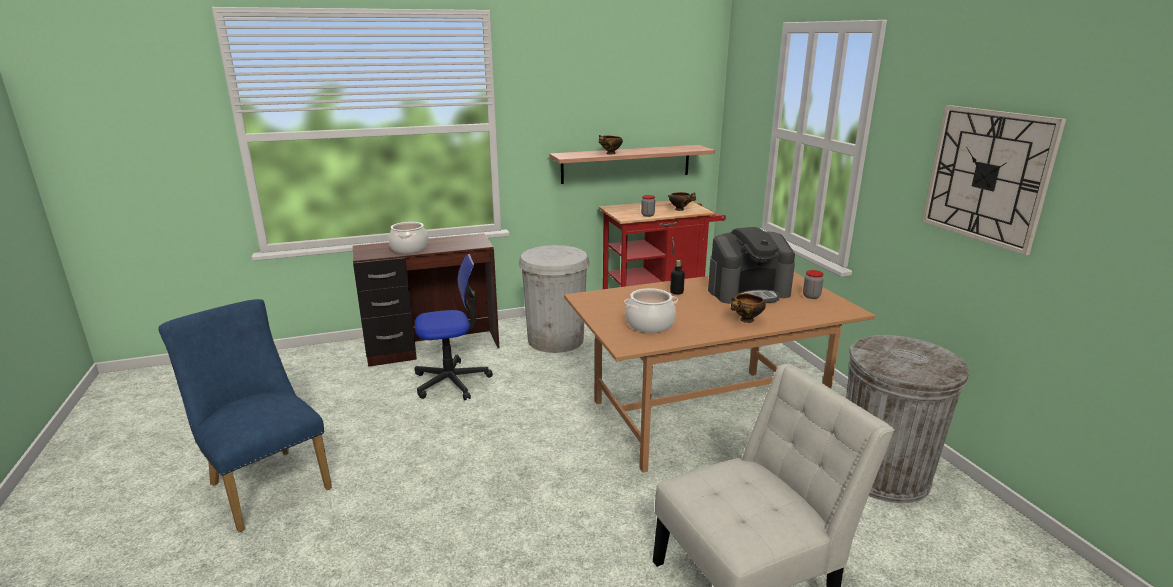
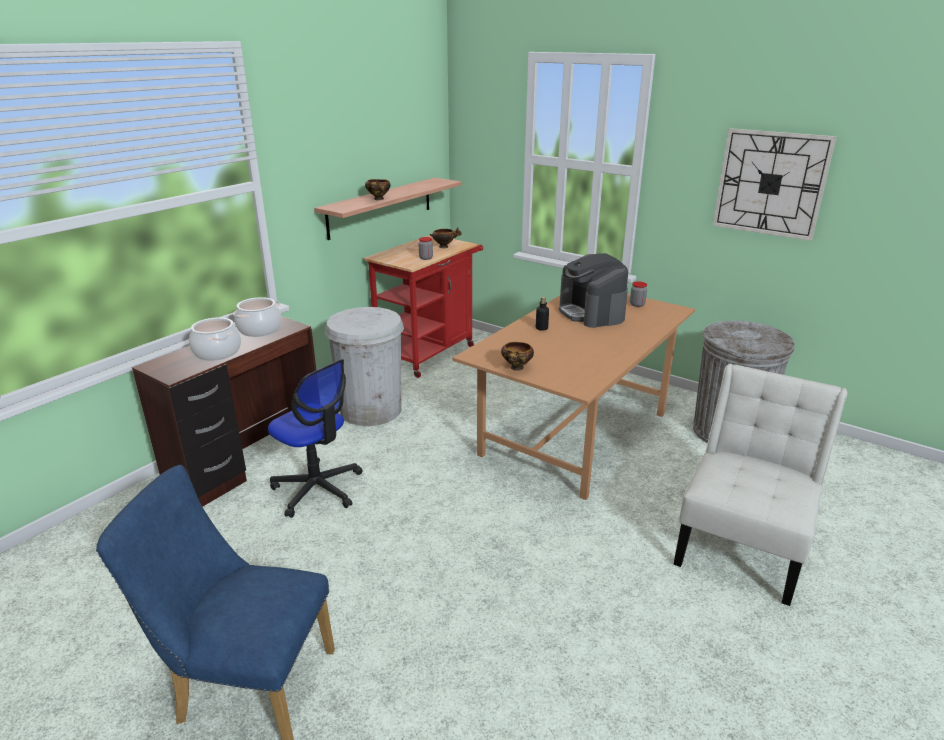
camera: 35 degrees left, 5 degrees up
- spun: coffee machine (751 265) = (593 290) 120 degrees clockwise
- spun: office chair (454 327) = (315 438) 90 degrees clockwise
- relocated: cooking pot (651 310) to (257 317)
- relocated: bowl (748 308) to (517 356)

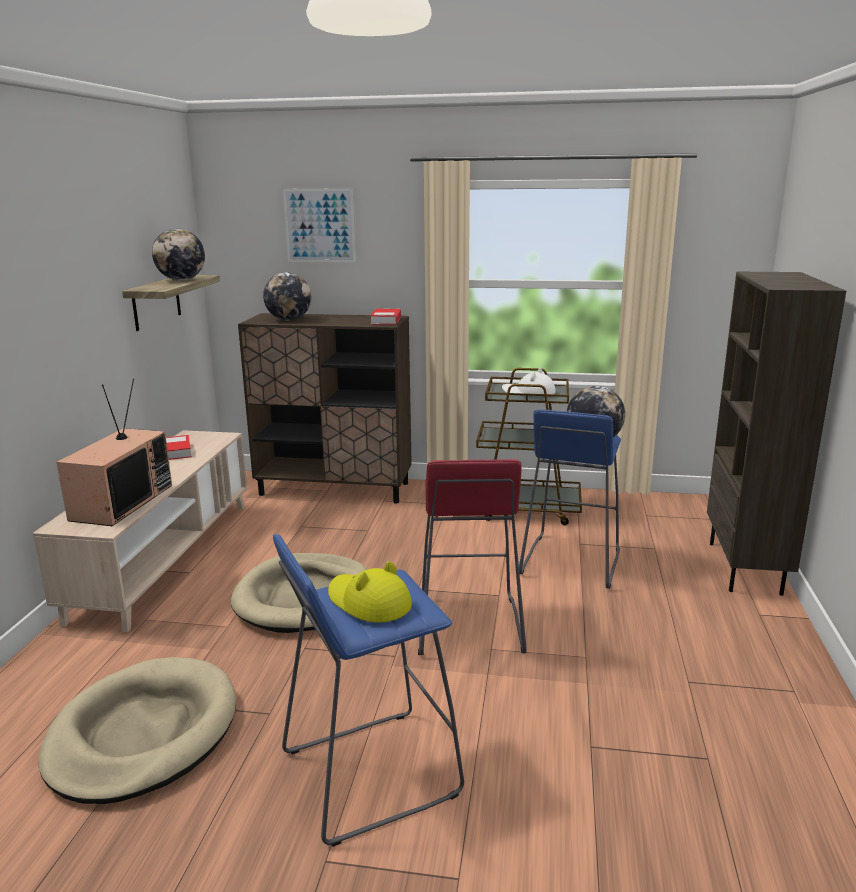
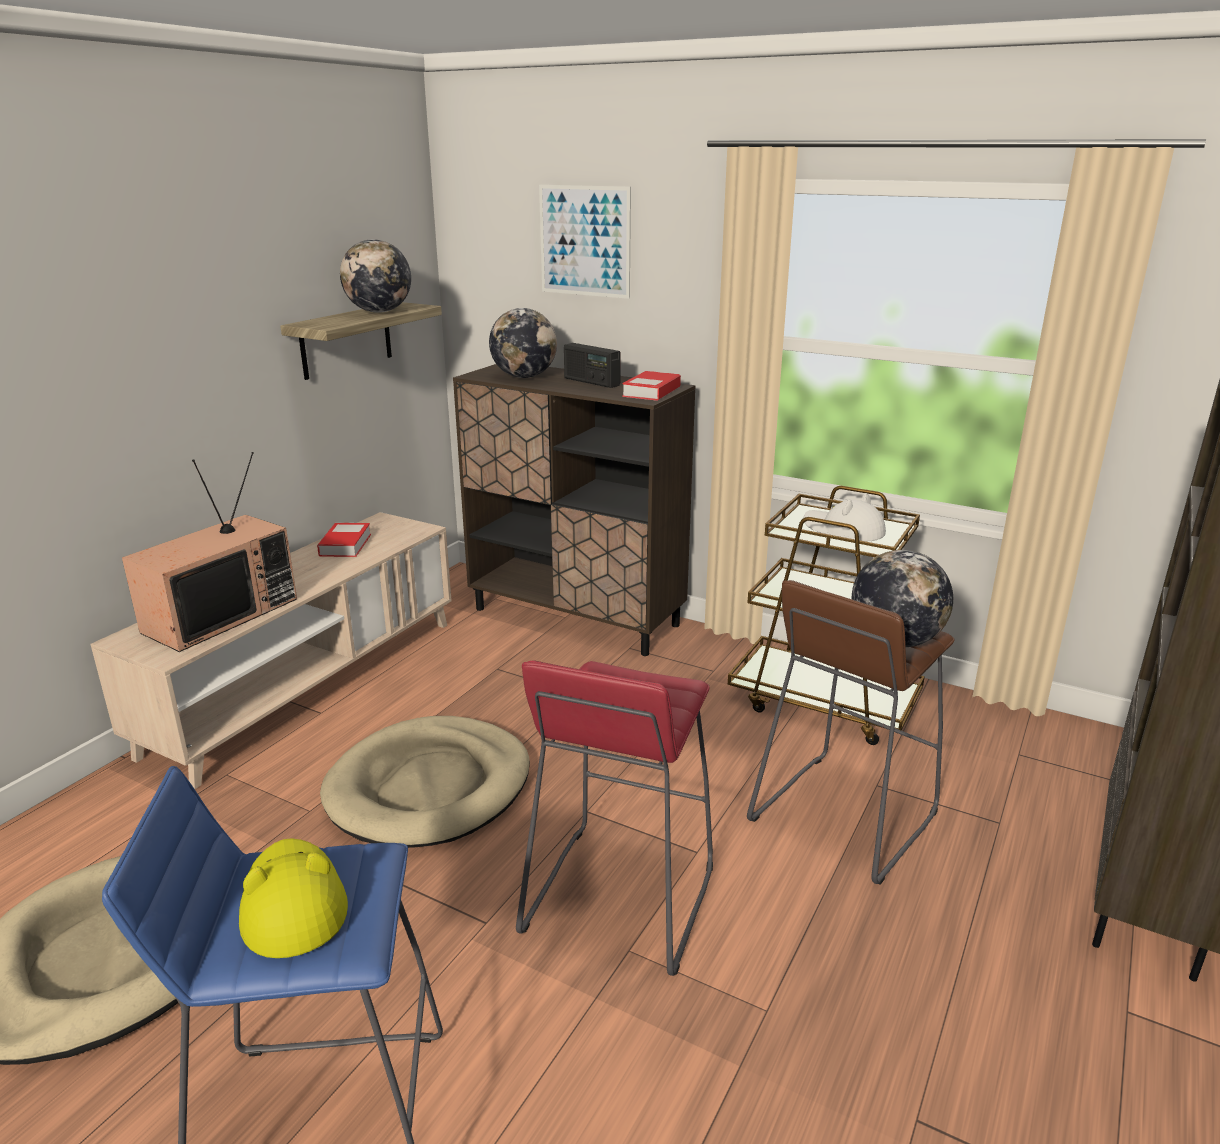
camera: 20 degrees right, 5 degrees up
- colour: stool (blue) (570 499) to stool (brown) (851 732)
- appeared: radio (592 365)

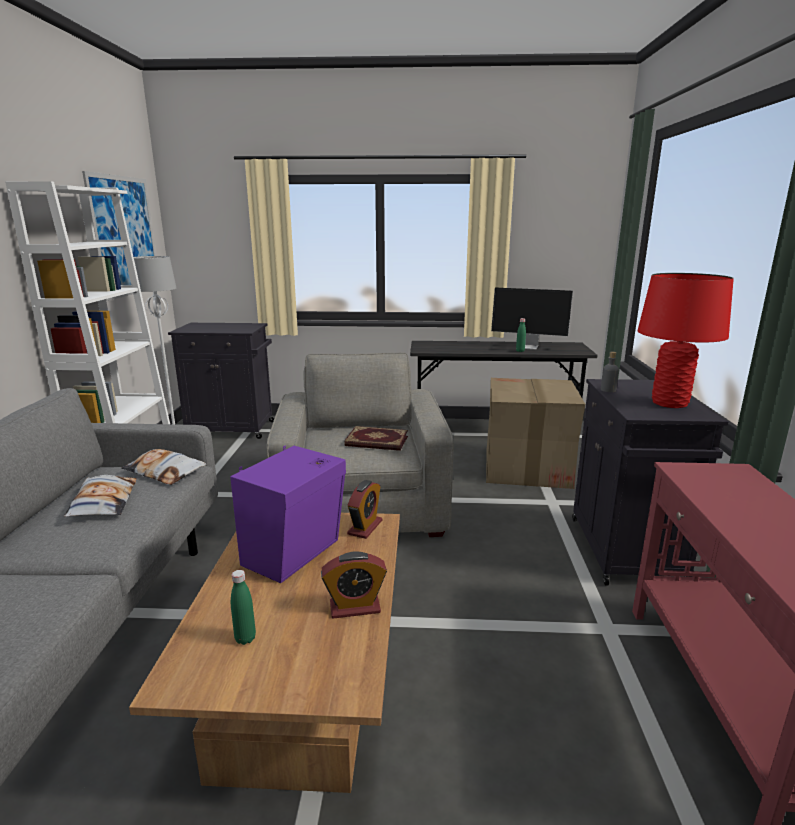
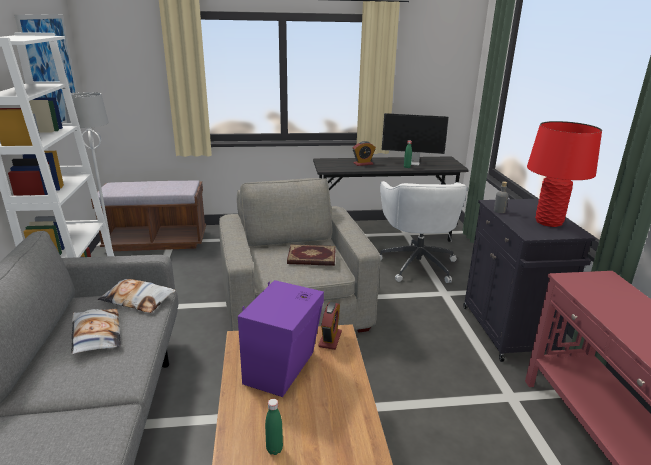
camera: 10 degrees left, 5 degrees up
- exchanged: cabinet (black) (221 381) to bench (brown) (148 215)
- exchanged: cardboard box (535 433) to office chair (white) (423 232)
- relocated: alarm clock (354 585) to (364 153)

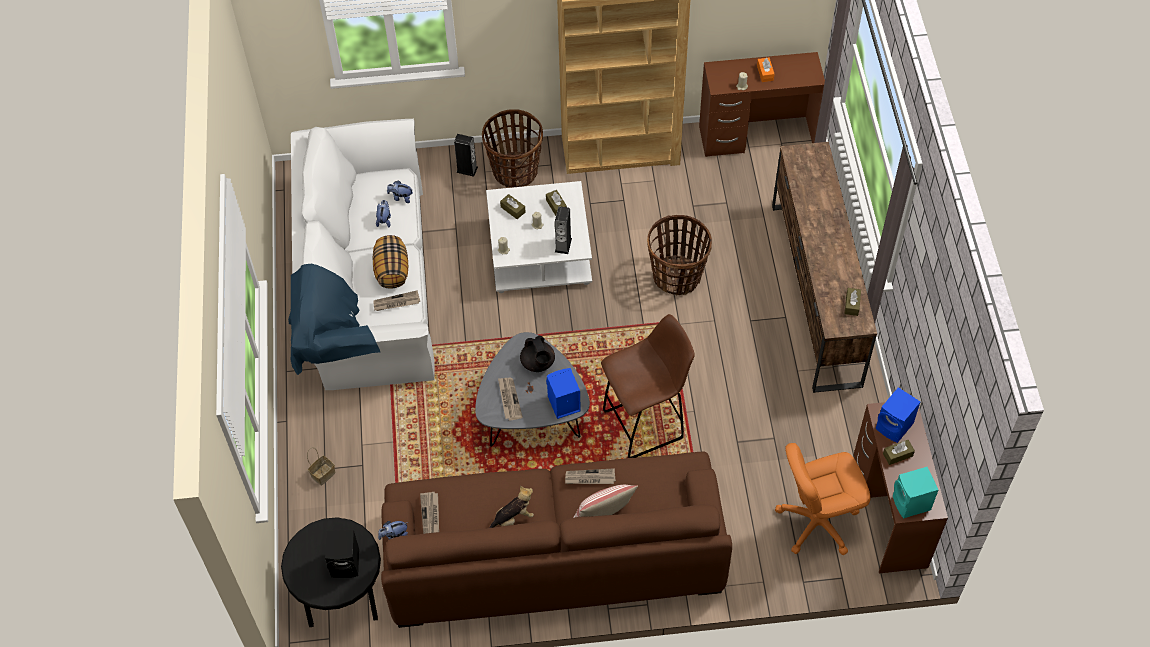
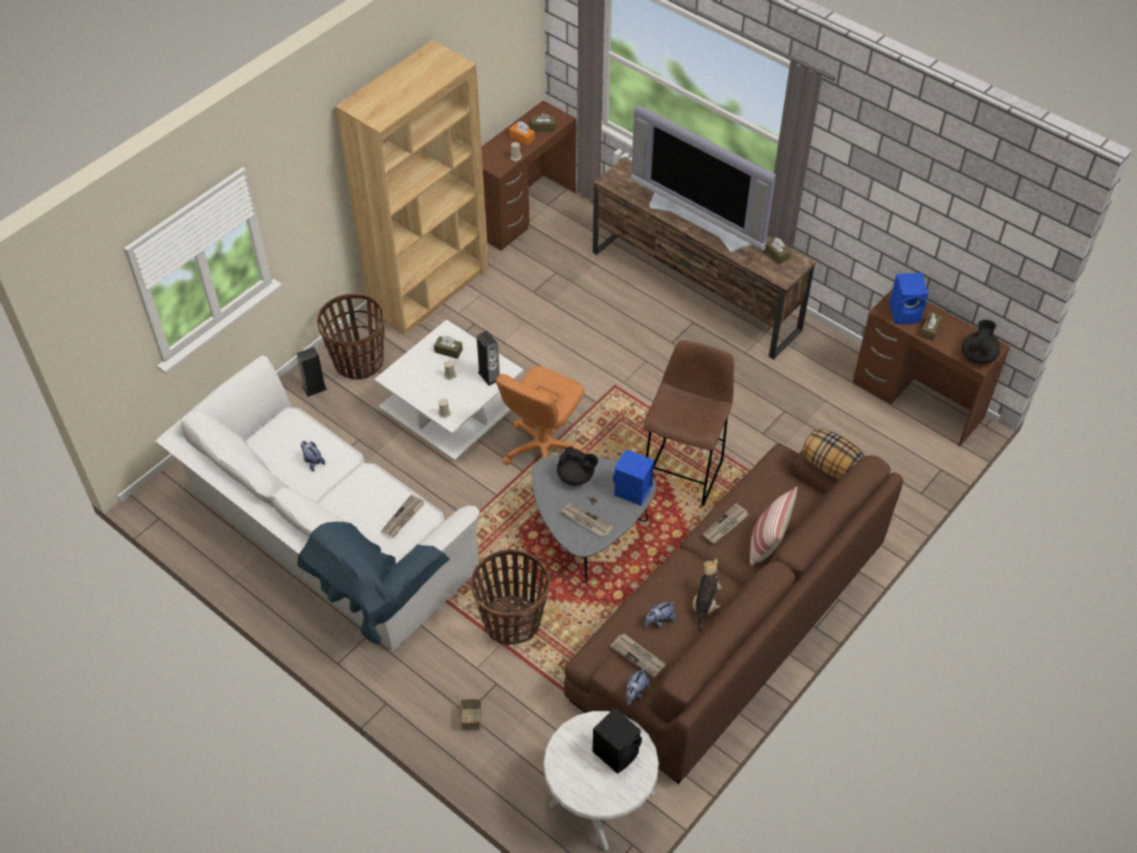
camera: 45 degrees left, 5 degrees down
- relocated: plush toy (400 192) to (660 615)
- relocated: tissue box (brown) (513 206) to (543 122)
- relocated: basket (679 255) to (510 597)
- relocated: pillow (390 261) to (833 453)
- relocated: office chair (orange) (823 499) to (541 415)
- exchanged: speaker (turquoise) (915 492) to teapot (black) (981 342)
- colour: side table (black) (331 572) to side table (white) (601 781)
- appeared: television (703 178)

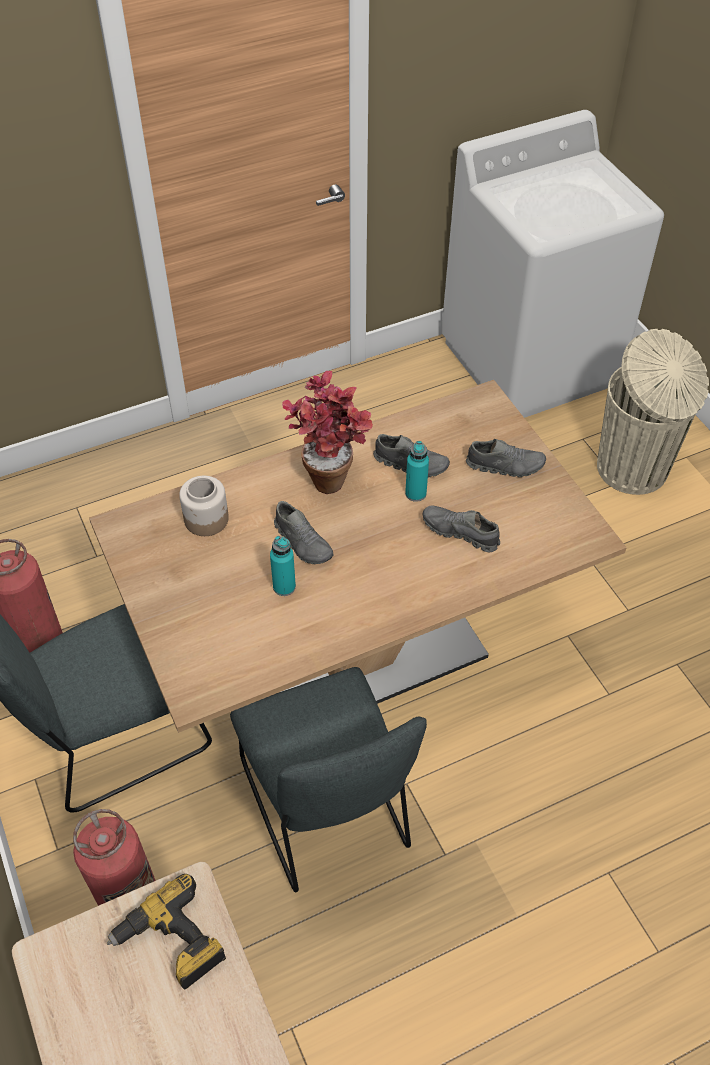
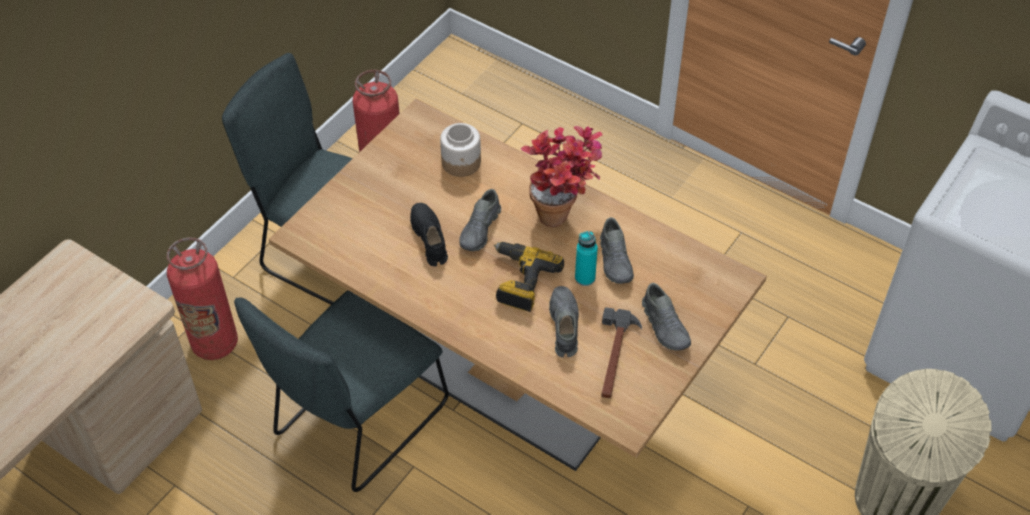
camera: 60 degrees right, 0 degrees up
- exchanged: bottle (turquoise) (283 566) to shoe (black) (429 234)
- relocated: power drill (166 932) to (529 277)
- appeared: hammer (621 353)

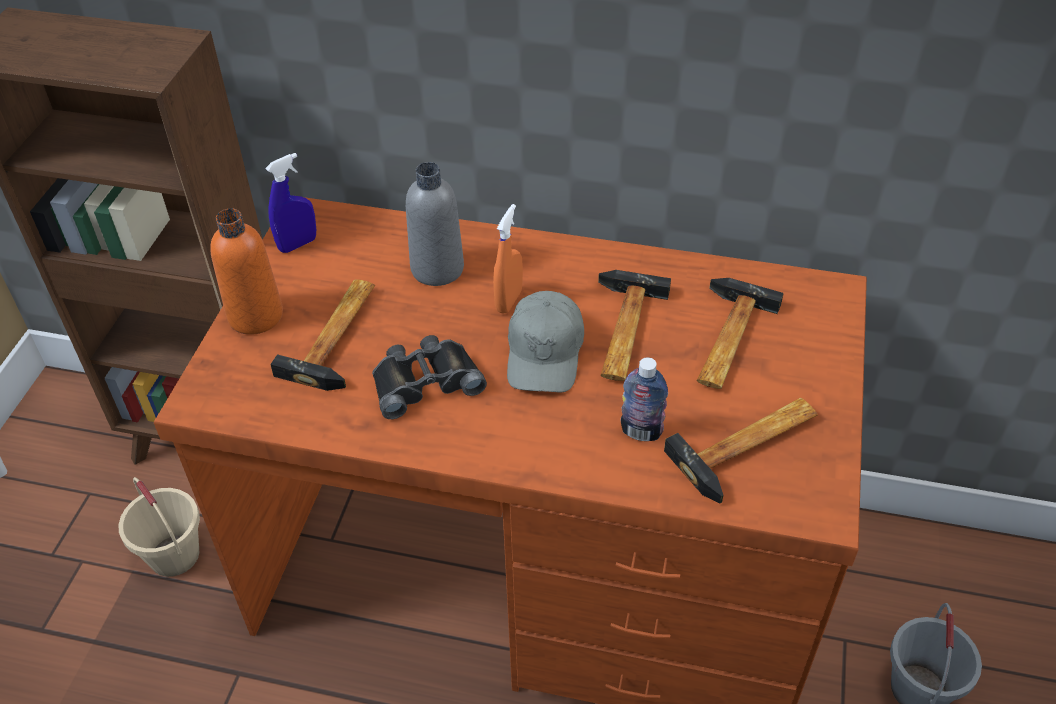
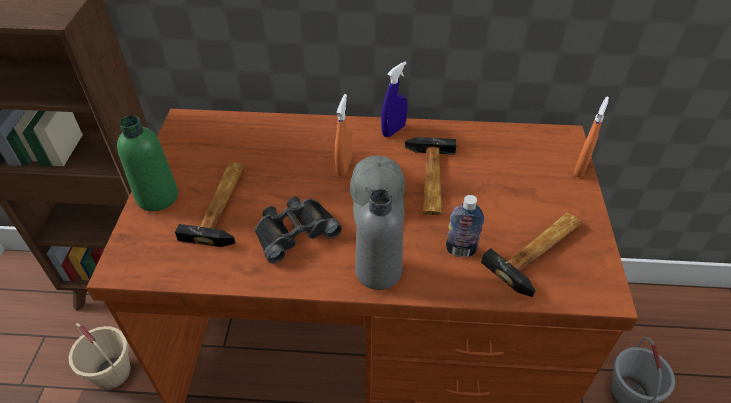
camera: 10 degrees left, 0 degrees up
- relocated: spray bottle (blue) (290 203) to (394 99)
- relocated: bottle (grey) (435 224) to (379 239)
- colour: bottle (orange) (246 271) to bottle (green) (147 163)
- missing: hammer (740 333)
- appeared: spray bottle (orange) (591 137)

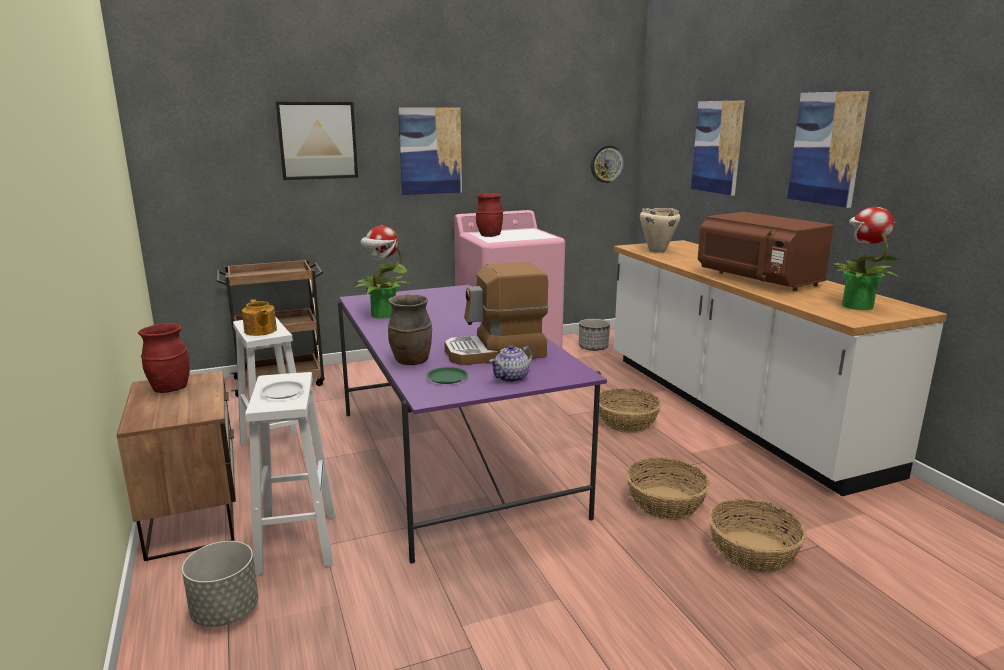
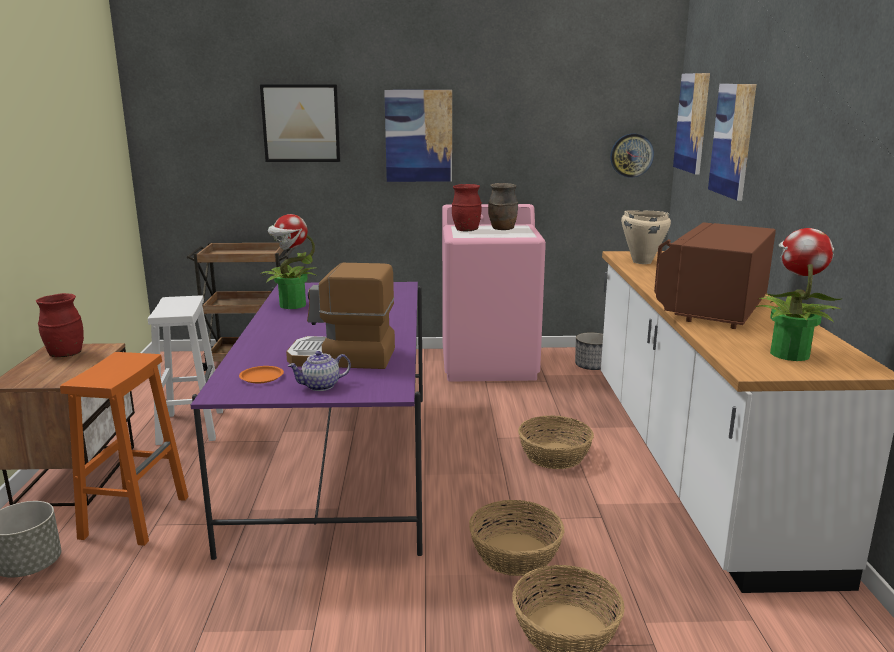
camera: 20 degrees right, 0 degrees up
- relocated: picture (828 149) to (691 124)
- spun: microwave (brown) (766 251) = (715 275) 45 degrees clockwise
- relocated: vase (brown) (410 329) to (503 206)
- missing: teapot (259 317)
- colour: plate (green) (447 375) to plate (orange) (261 374)
- colour: stool (white) (290 474) to stool (orange) (124 449)
- missing: plate (white) (282 390)

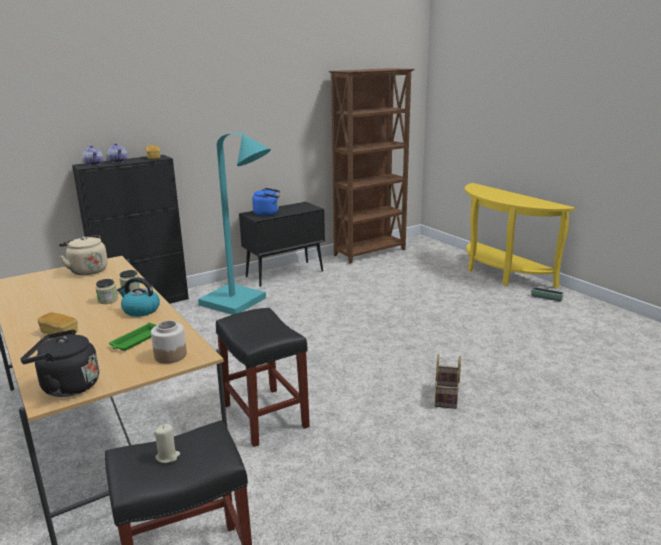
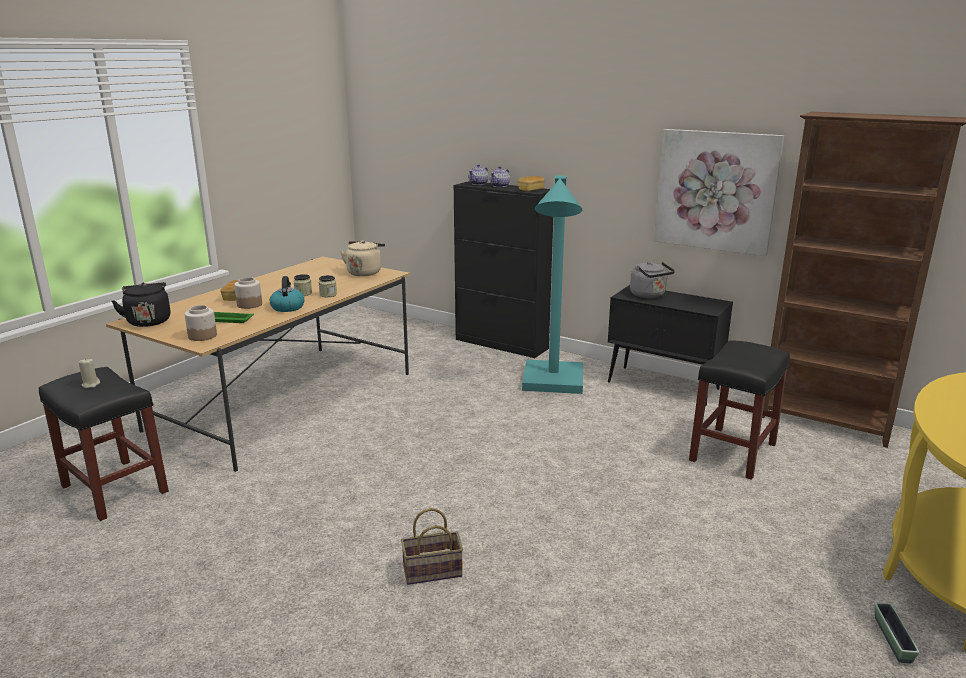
camera: 65 degrees right, 0 degrees up
- colour: kettle (blue) (266 202) to kettle (grey) (652 279)
- relocated: stool (black) (263 377) to (739 410)
- appeared: picture (719 192)
- appeared: jar (248 293)

